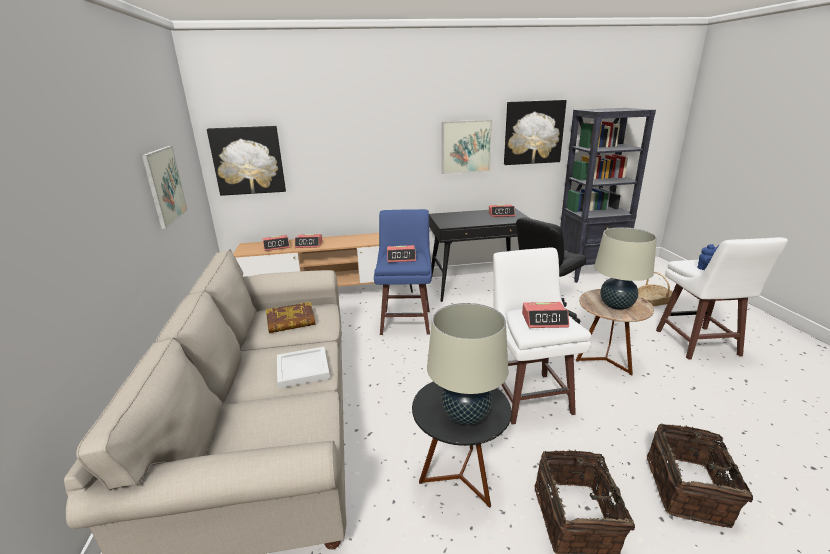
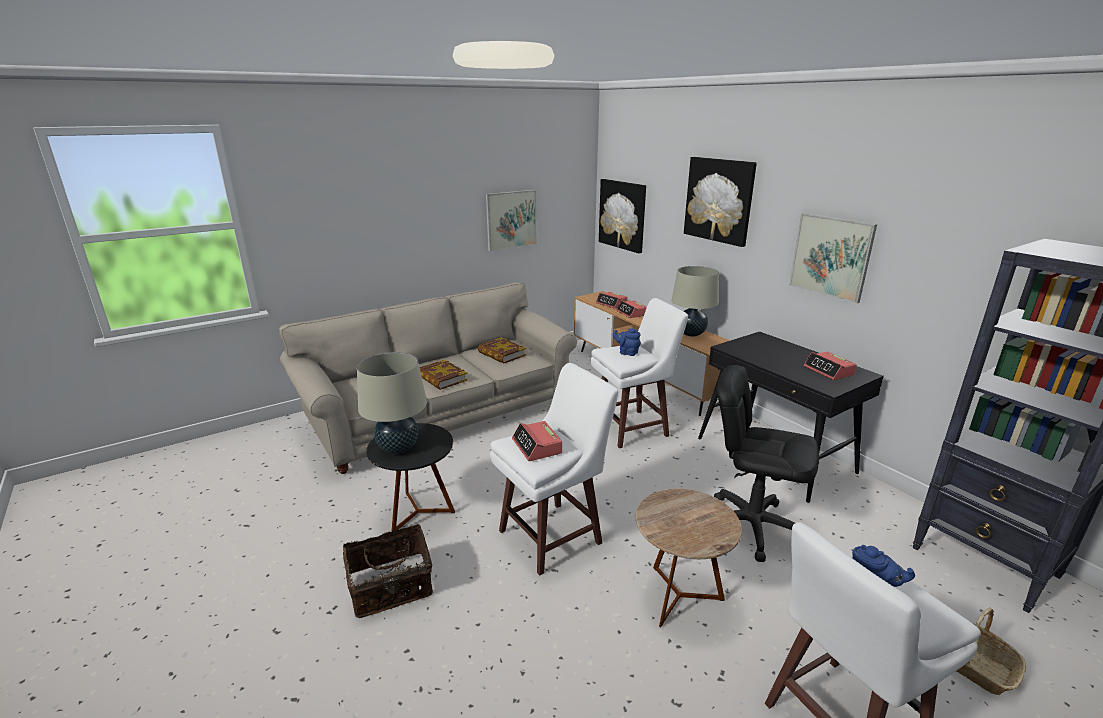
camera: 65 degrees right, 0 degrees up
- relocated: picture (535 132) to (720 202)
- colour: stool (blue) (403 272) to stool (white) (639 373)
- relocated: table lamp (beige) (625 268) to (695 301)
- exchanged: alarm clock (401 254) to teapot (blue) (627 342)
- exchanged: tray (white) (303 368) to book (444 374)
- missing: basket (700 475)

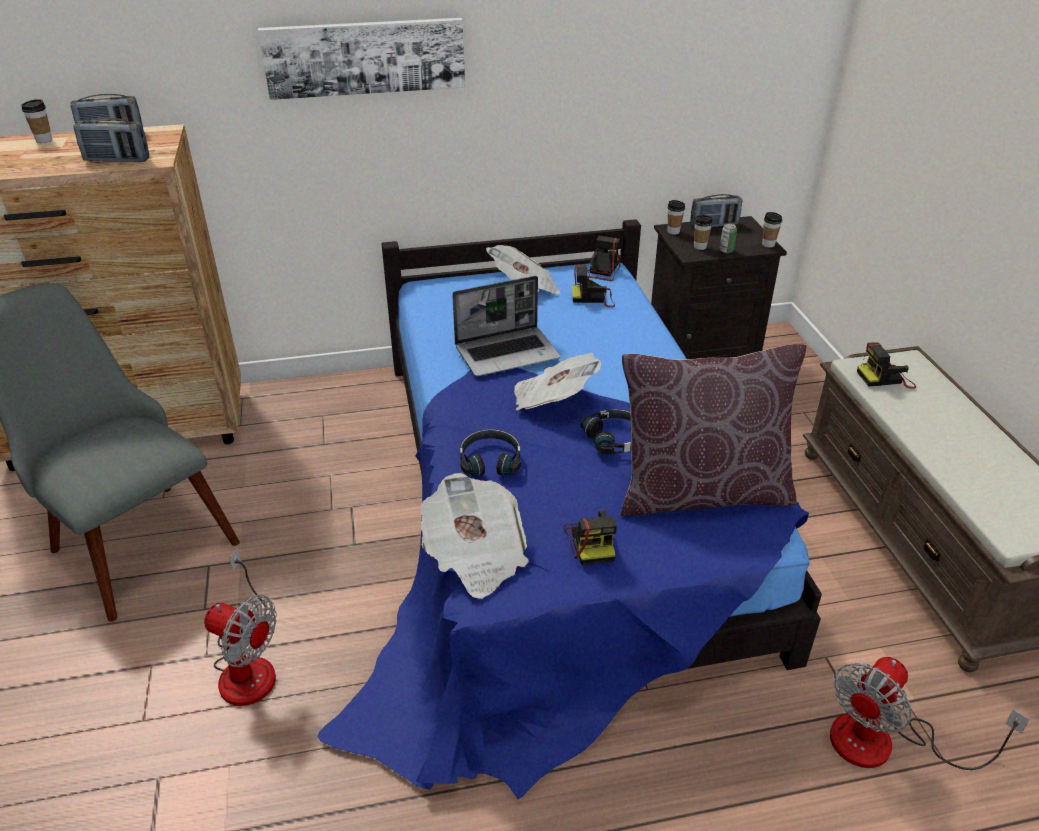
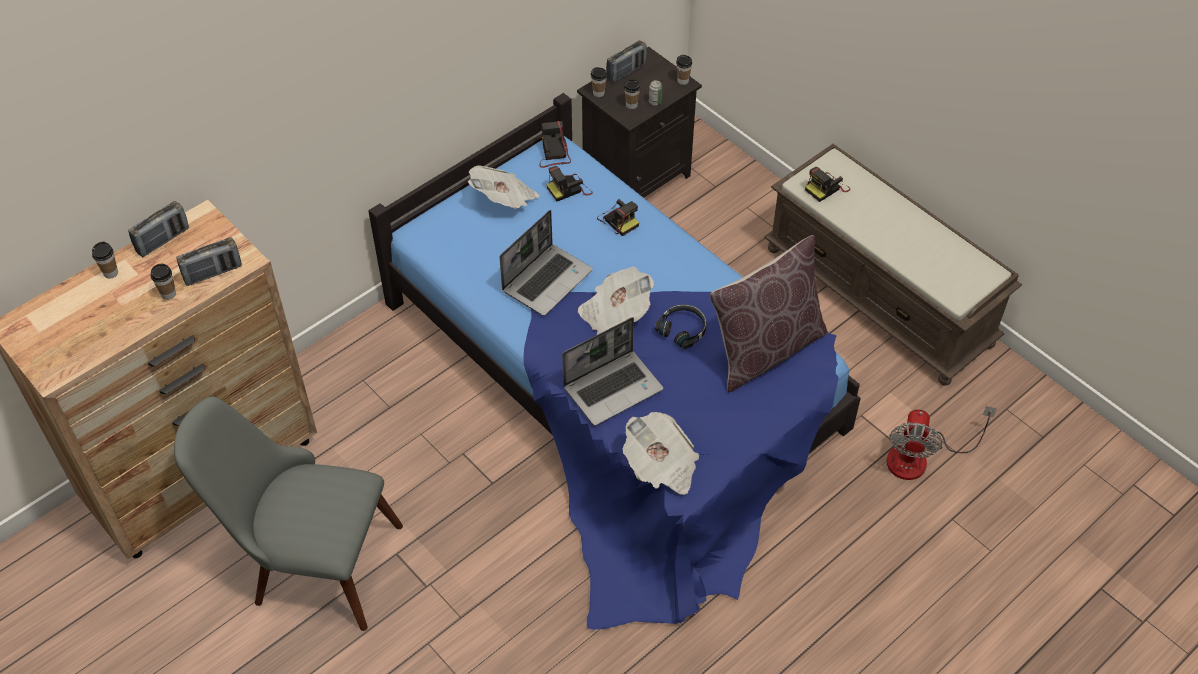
camera: 30 degrees left, 15 degrees up
- missing: picture (361 59)
- exchanged: headphones (black) (490 452) to laptop (612 371)
- relocated: photo camera (590 537) to (618 217)
- missing: fan (240 627)
- appeared: cup (163 282)

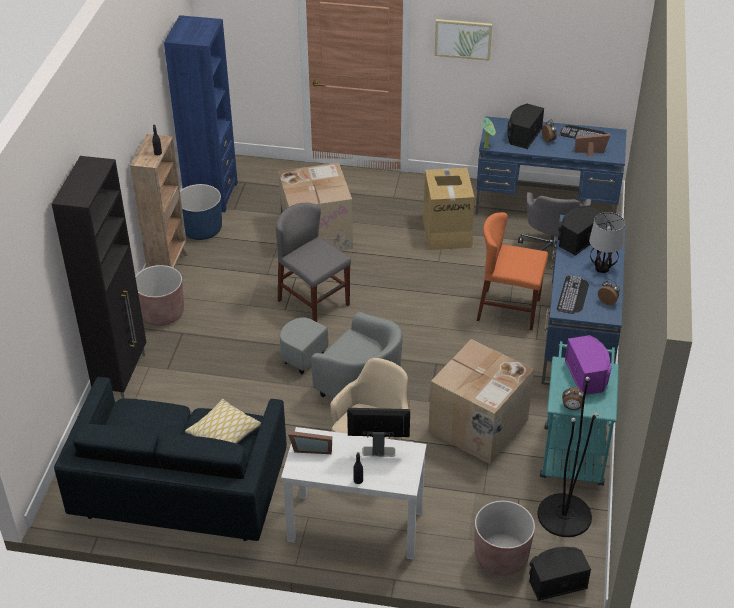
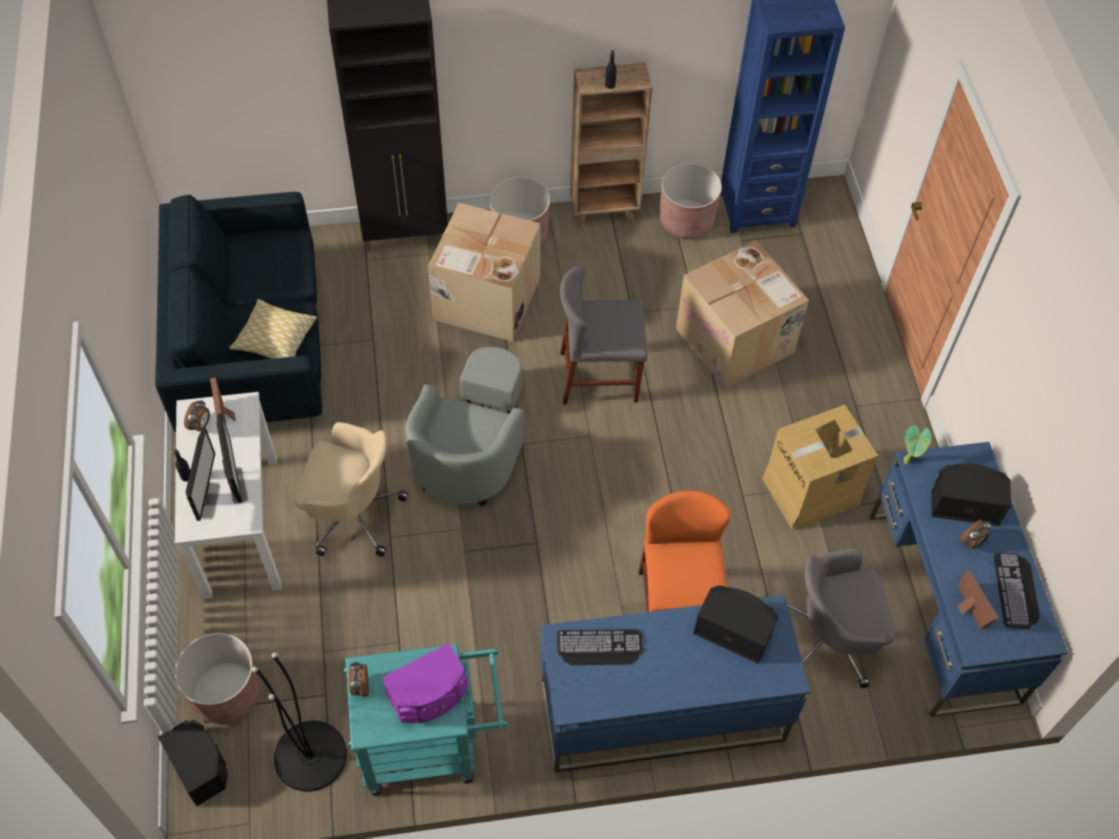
camera: 70 degrees right, 15 degrees up
- missing: picture (463 40)
- colour: planter (blue) (201 212) to planter (brown) (691 201)
- spun: chair (grey) (313 262) = (603 335) 120 degrees counterclockwise
- missing: table lamp (607 242)
- relocated: alarm clock (609 292) to (197 416)
- relocated: cardboard box (481 401) to (484 272)
- appeared: monitor (203 474)

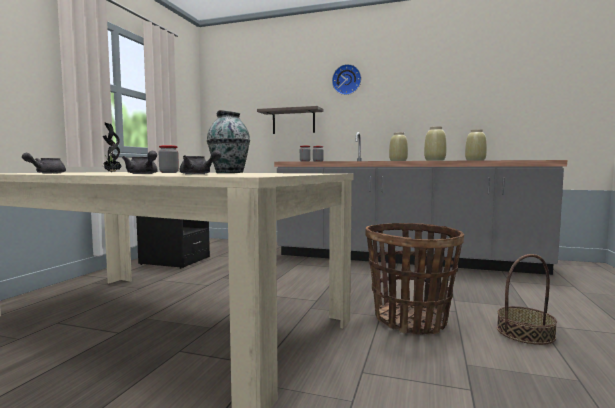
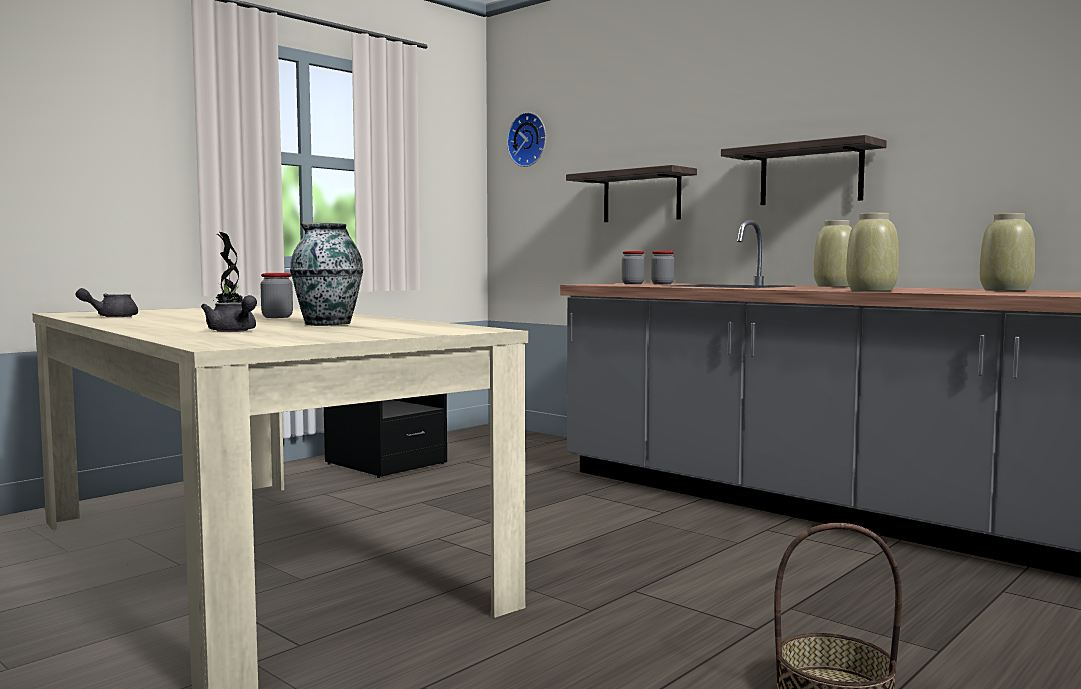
camera: 25 degrees right, 0 degrees up
- relocated: wall clock (346 79) to (526 139)
- missing: teapot (grey) (140 162)
- missing: basket (414 279)
- appeared: shelf (804 170)

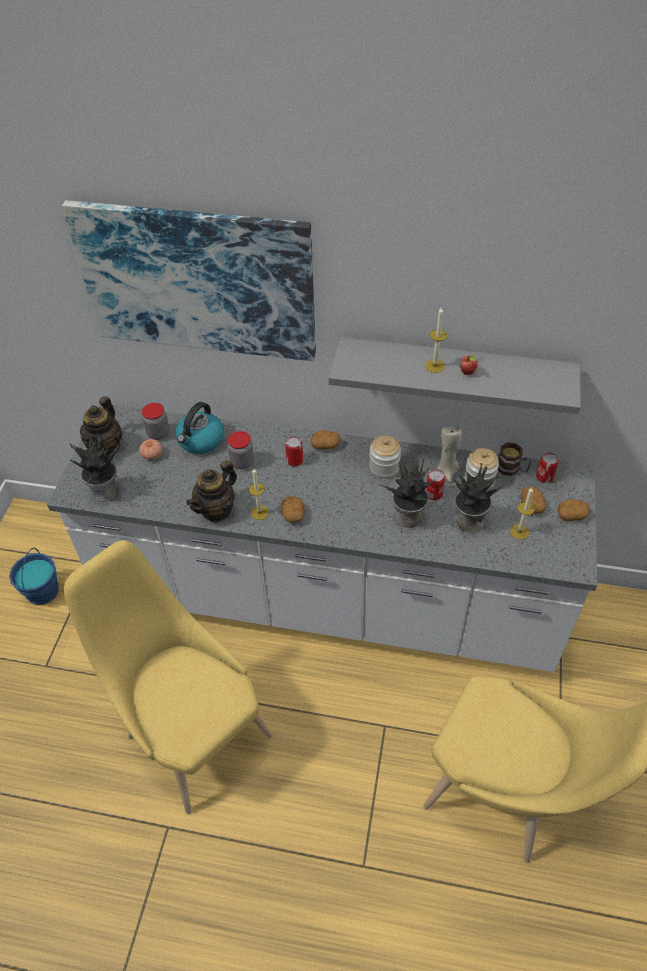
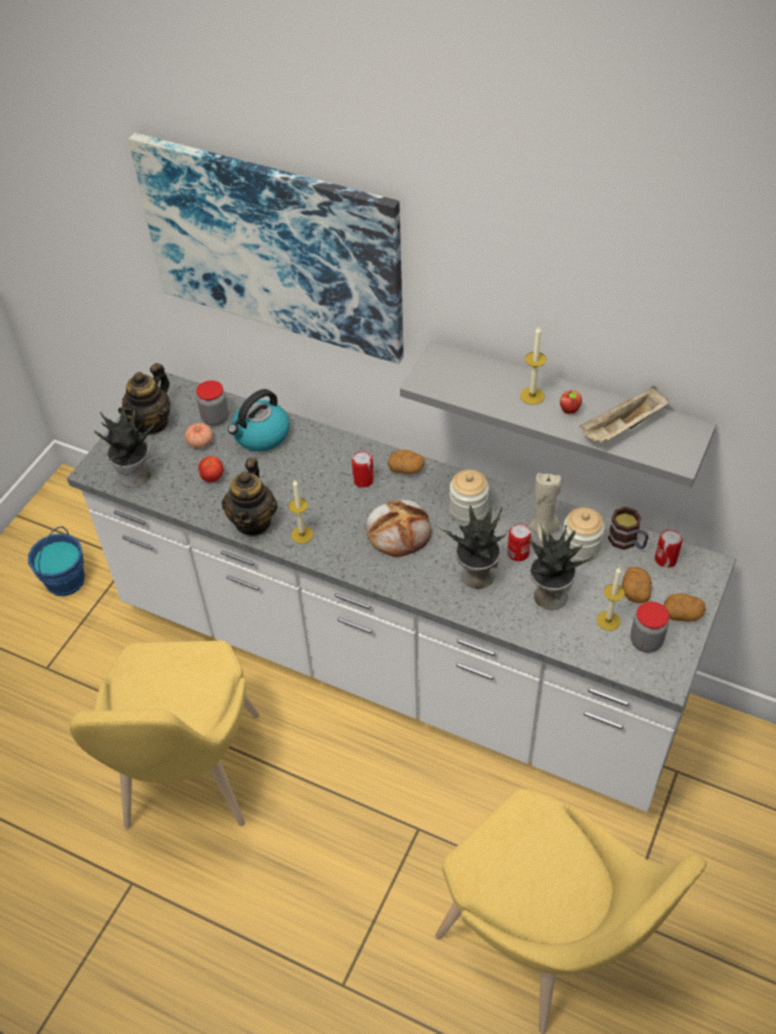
camera: 15 degrees right, 0 degrees up
- relocated: jar (241 450) to (649 627)
- spun: teapot (211 491) = (250 497) 45 degrees counterclockwise
- missing: potato (293 509)
- spun: chair (yellow) (168 677) = (165 735) 150 degrees counterclockwise
- appeared: tray (beige) (624 415)
- appeared: tomato (211 469)
- appeared: bread (399 528)

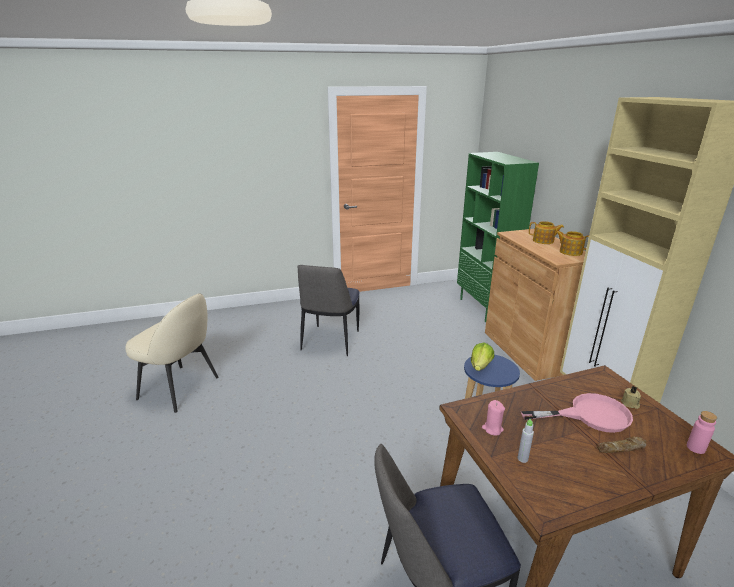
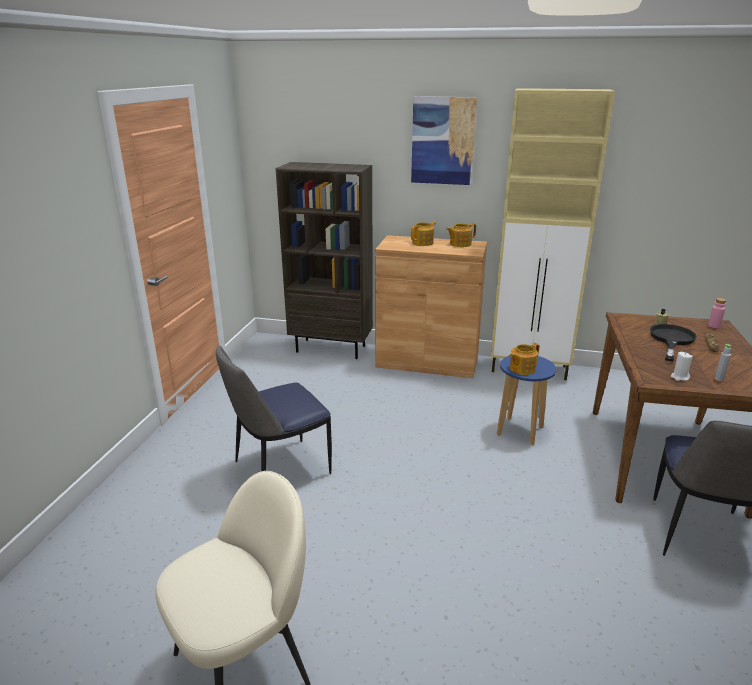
camera: 60 degrees left, 0 degrees up
- colour: bookcase (green) (498 237) to bookcase (brown) (324 260)
- spun: chair (328 310) = (274 410) 105 degrees clockwise
- exchanged: lettuce (482 356) to teapot (524 359)
- colour: frying pan (pink) (577 413) to frying pan (black) (673 343)
- colour: candle (pink) (493 418) to candle (white) (682 366)
- appeared: picture (444 140)

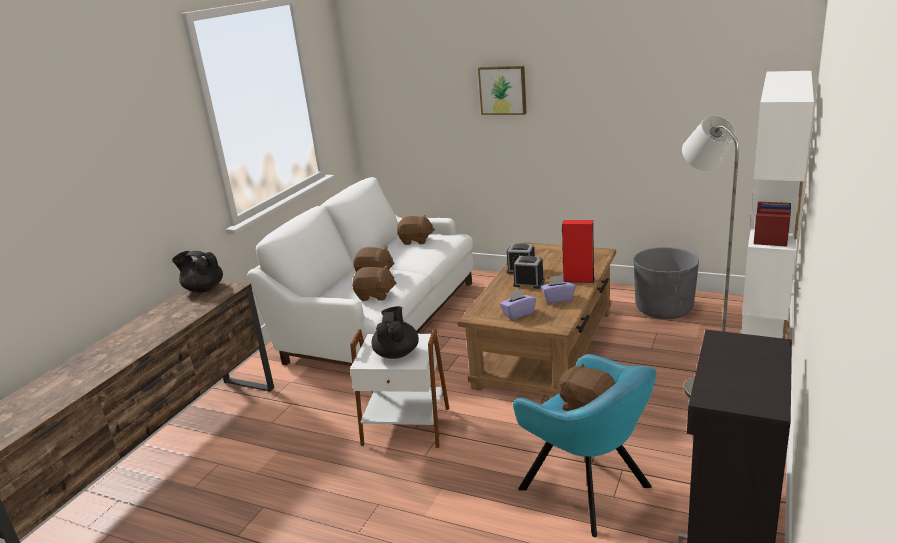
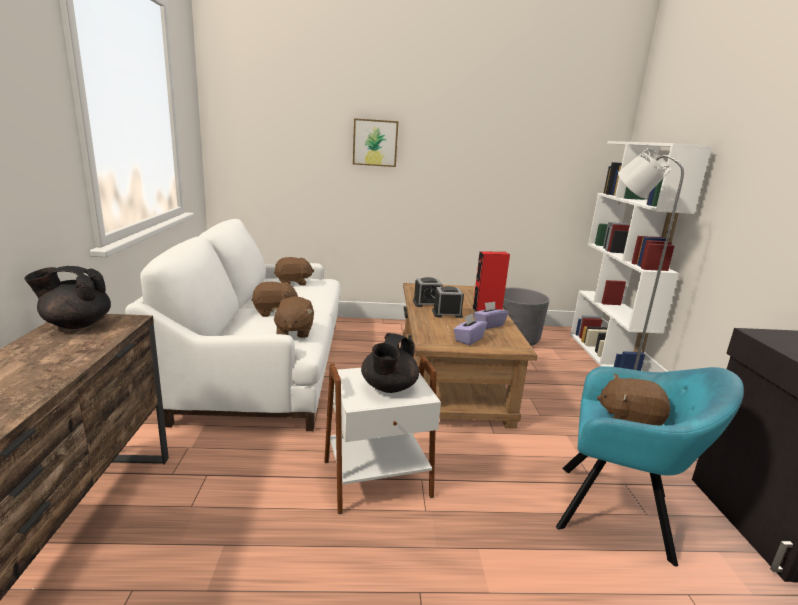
camera: 30 degrees left, 5 degrees down
- spun: plush toy (brown) (374 283) = (292 317) 105 degrees clockwise
- spun: teapot (black) (395 332) = (390 363) 135 degrees counterclockwise

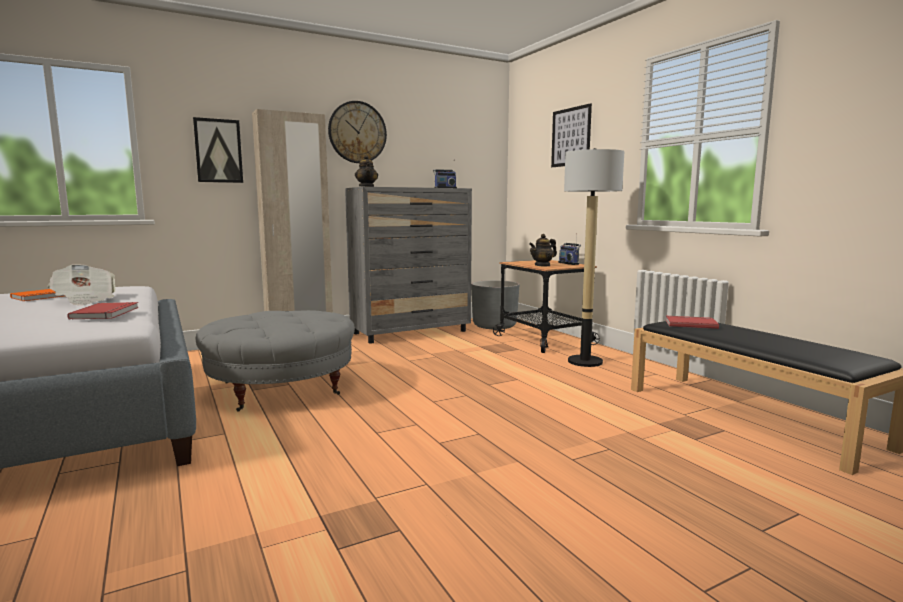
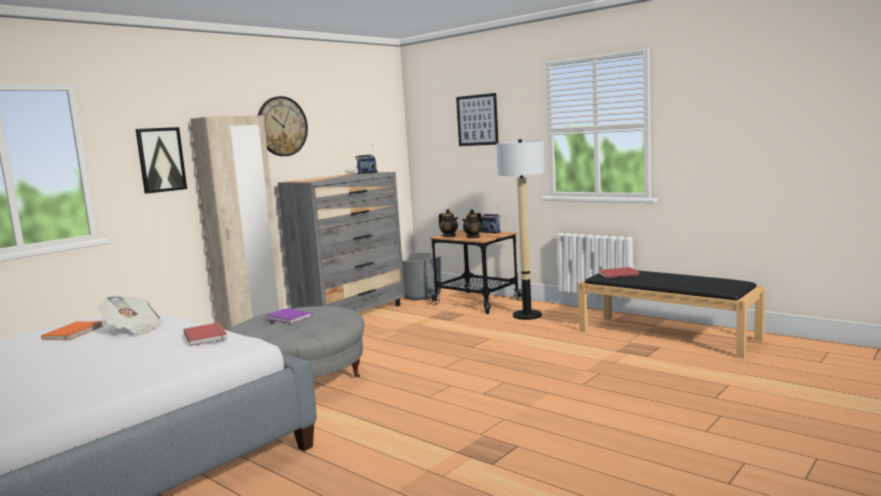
camera: 20 degrees left, 0 degrees up
- relocated: teapot (366 171) to (448 223)
- appeared: book (purple) (288 316)

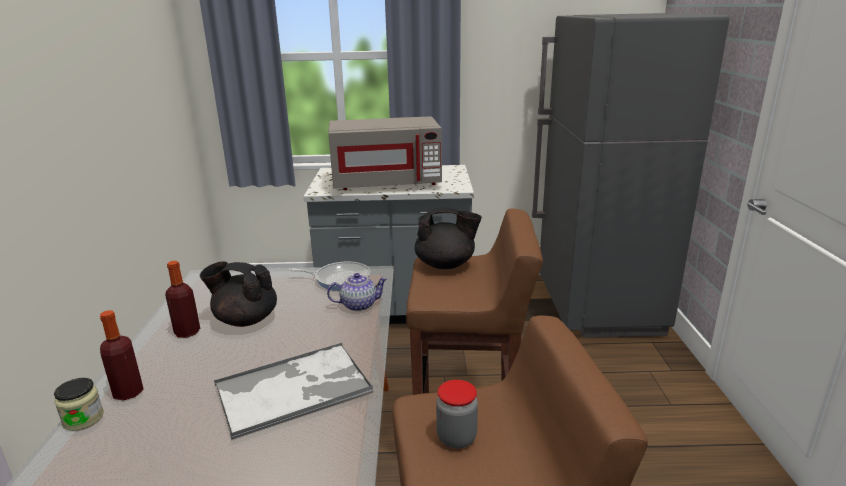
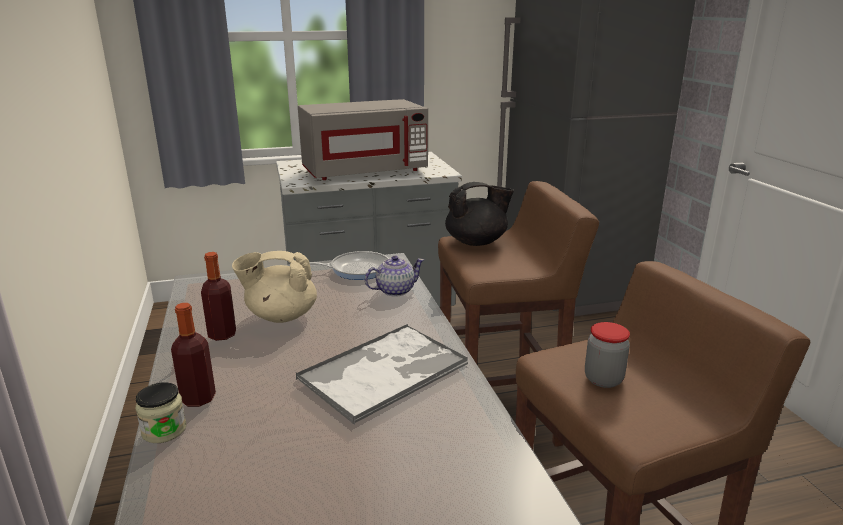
camera: 15 degrees left, 0 degrees up
- colour: teapot (black) (238 294) to teapot (beige) (274 287)

